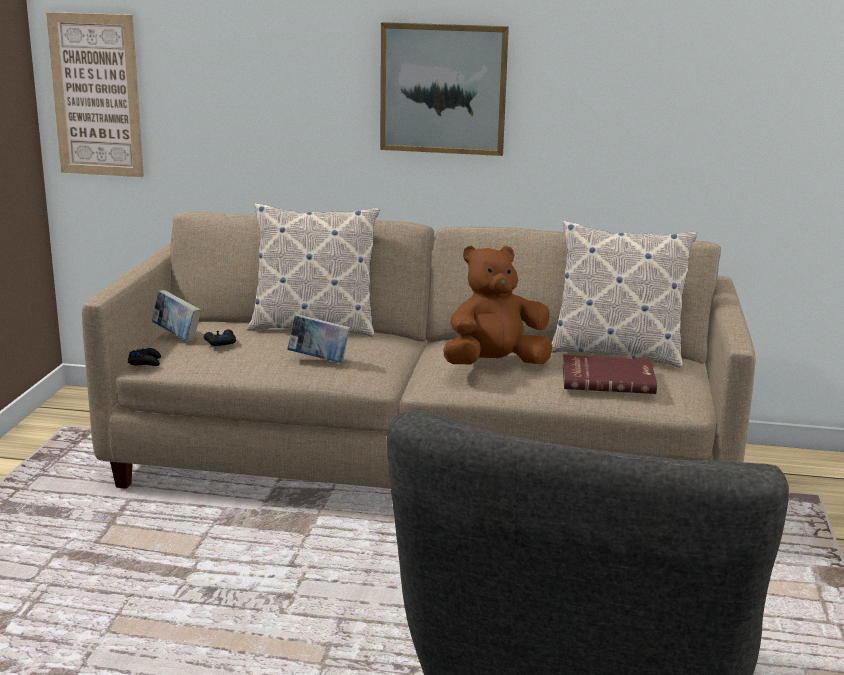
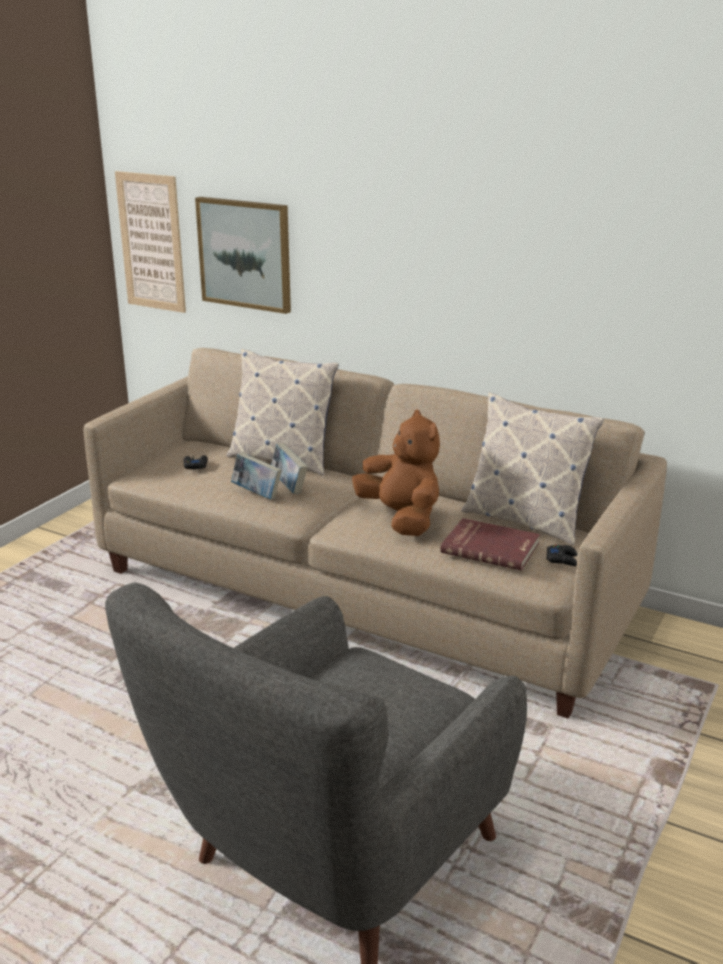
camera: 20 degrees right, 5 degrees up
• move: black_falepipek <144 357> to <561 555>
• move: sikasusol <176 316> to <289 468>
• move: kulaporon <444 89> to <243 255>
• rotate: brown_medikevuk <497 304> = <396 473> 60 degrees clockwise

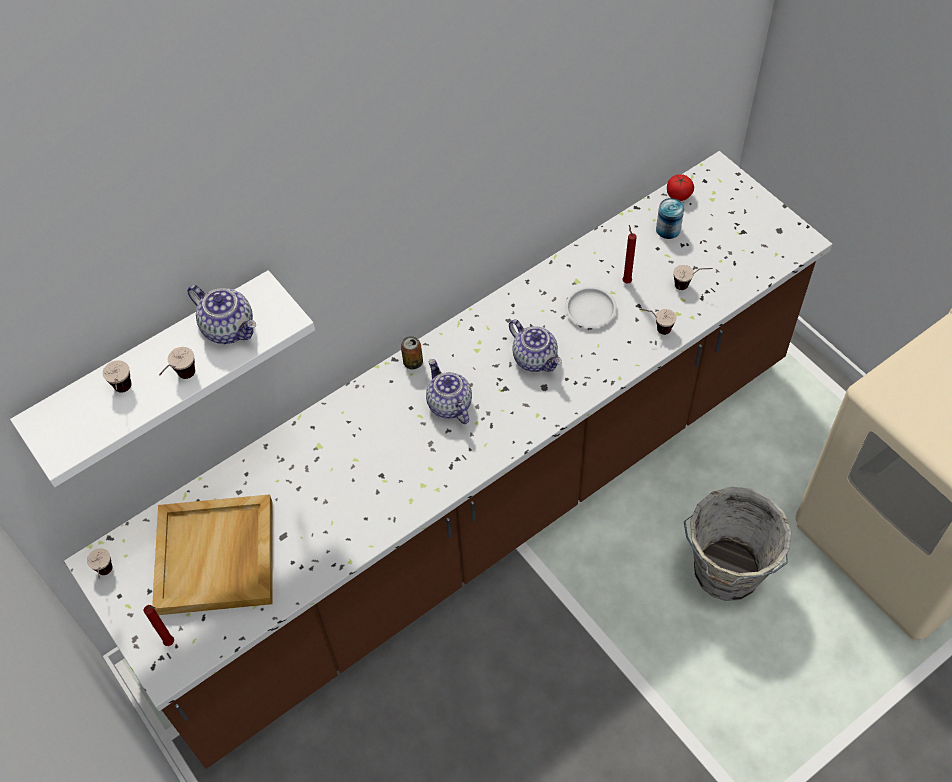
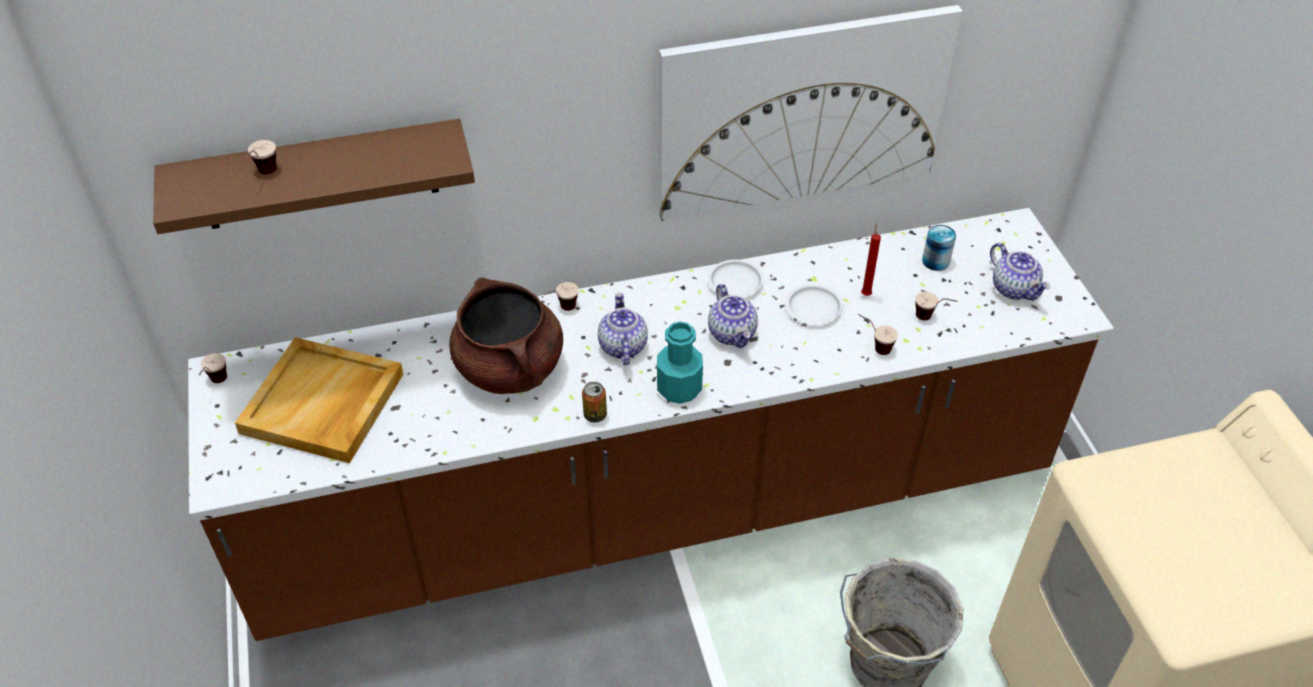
camera: 20 degrees right, 10 degrees down
• delete: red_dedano <158 625>
• delete: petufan <680 187>
• insert: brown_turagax <506 335>
• insert: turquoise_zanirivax <680 363>
• insert: kulaporon <811 113>
• insert: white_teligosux <736 278>
• move: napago <177 363> to <561 296>
• move: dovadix <221 314> to <1020 272>
• move: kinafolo <412 352> to <594 402>
• recolor: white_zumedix <162 378> to brown_zumedix <314 176>

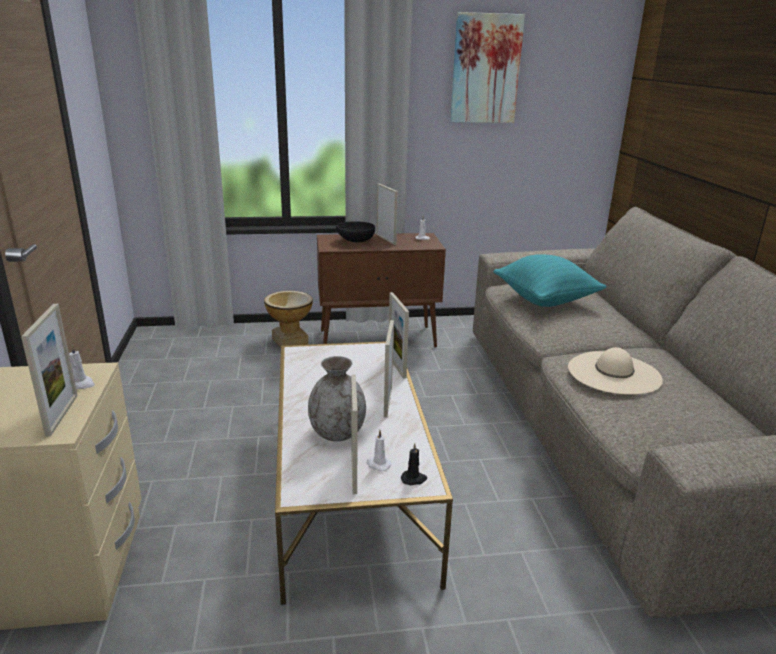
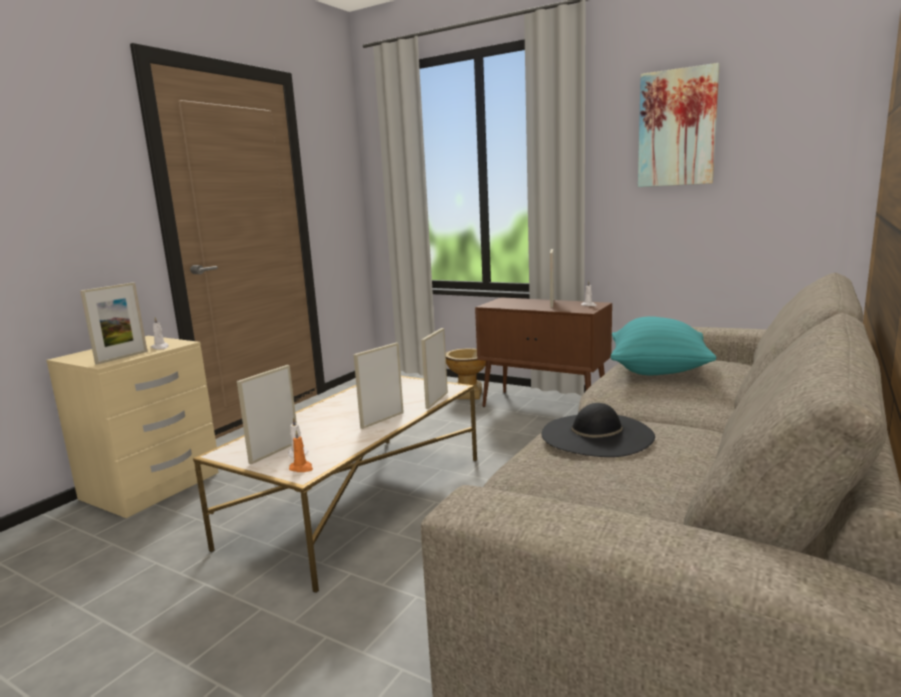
camera: 40 degrees right, 10 degrees down
• delete: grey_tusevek <337 398>
• delete: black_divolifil <355 231>
• recolor: black_dedano <414 464> to orange_dedano <301 451>
• recolor: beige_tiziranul <615 371> to black_tiziranul <598 430>

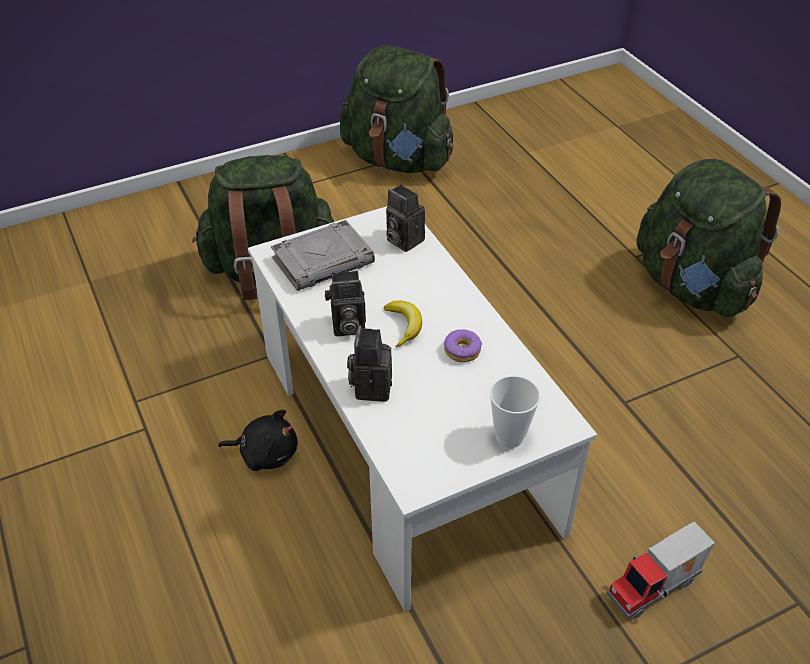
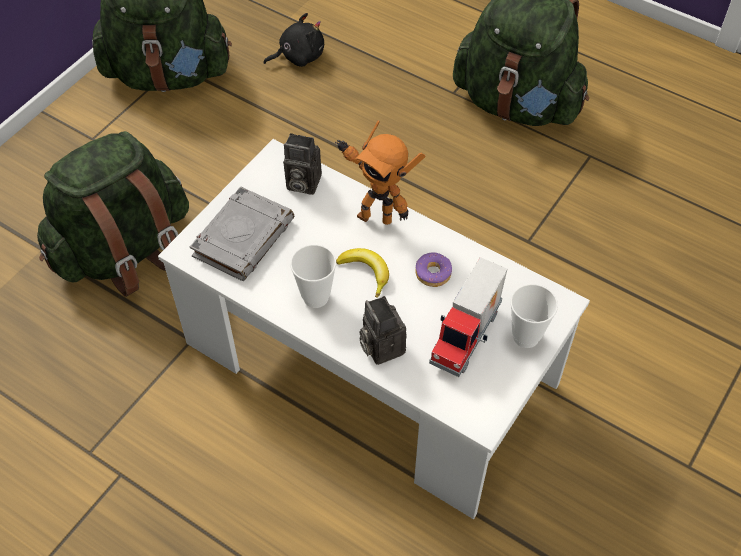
camera: 30 degrees left, 10 degrees up
• insert: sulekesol <380 173>
• move: black_medikevuk <258 440> to <293 40>
• move: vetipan <661 570> to <468 317>
• replace: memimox <345 303> to napago <313 276>

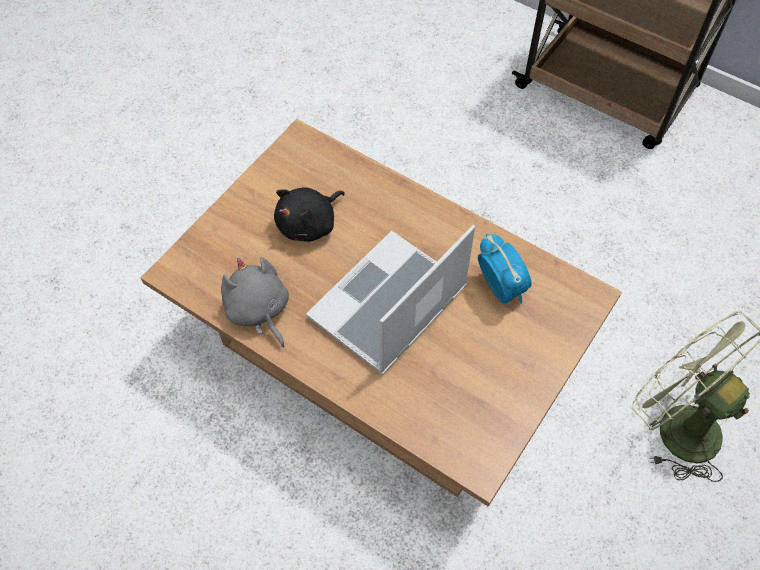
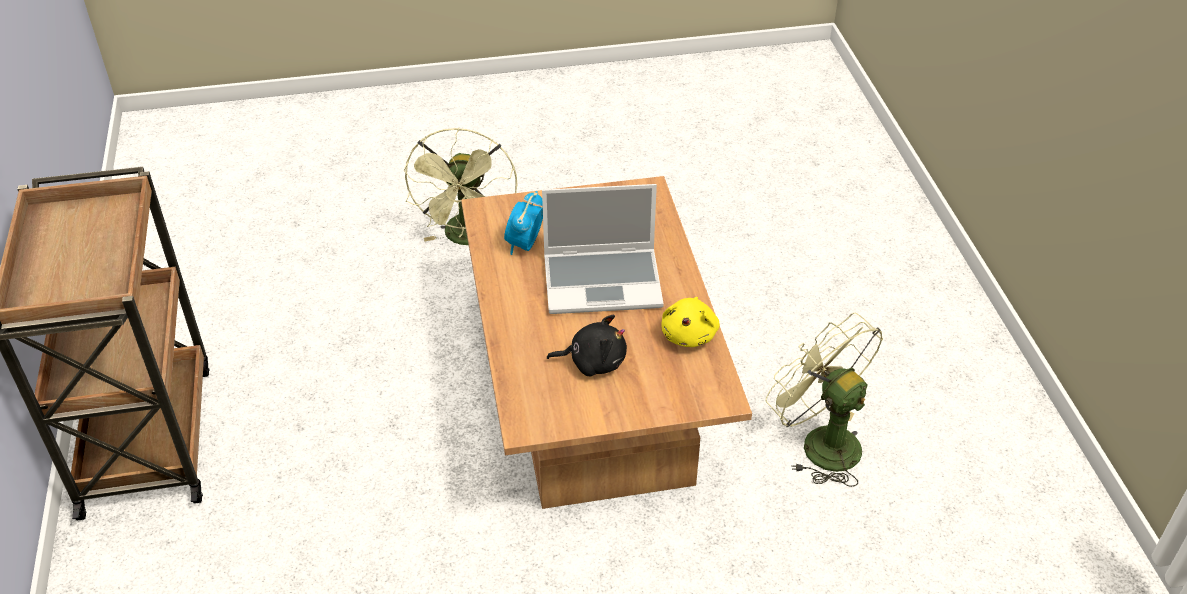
camera: 135 degrees left, 15 degrees down
• insert: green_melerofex <824 400>
• recolor: grey_medikevuk <255 302> to yellow_medikevuk <690 322>

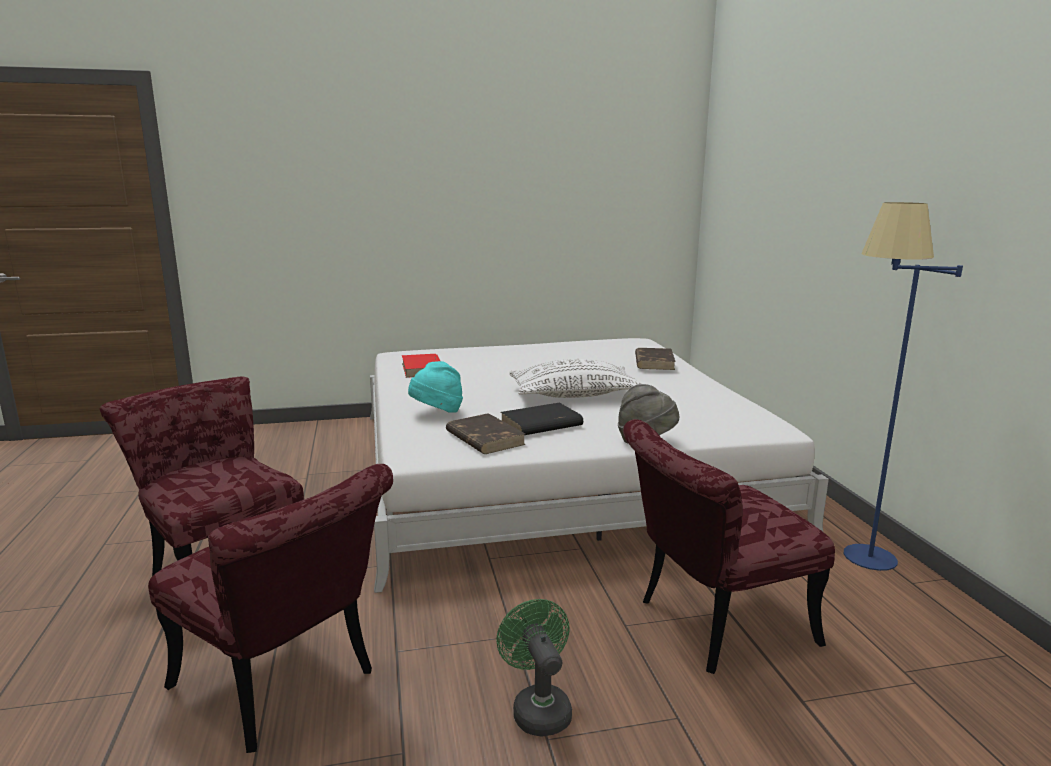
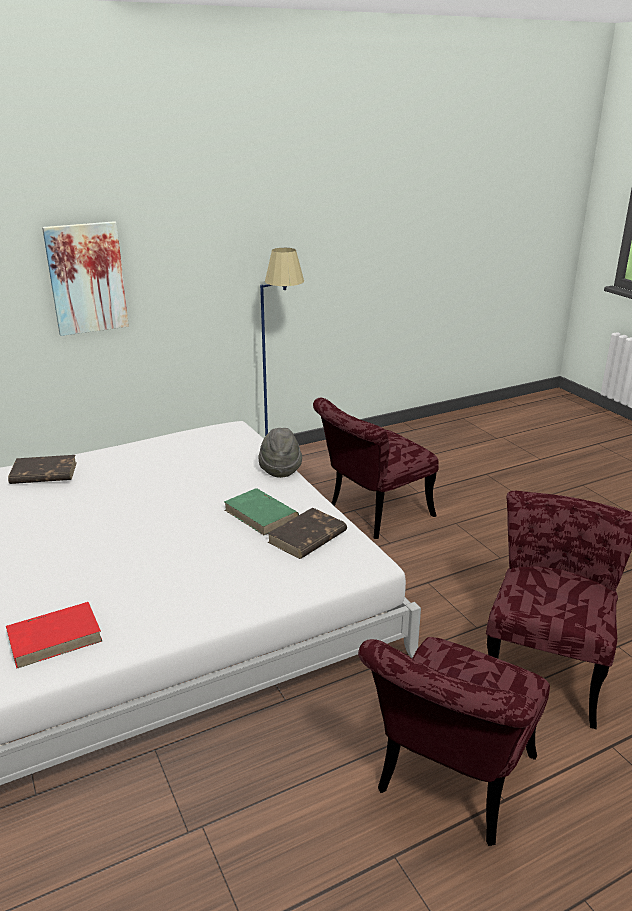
camera: 105 degrees left, 10 degrees up
• delete: turquoise_tiziranul <435 387>
• delete: green_melerofex <534 668>
• delete: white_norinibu <575 378>
• insert: kulaporon <85 278>
• recolor: black_sikasusol <542 419> to green_sikasusol <261 511>
• rotate: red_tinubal <729 546> = <376 468> 90 degrees clockwise

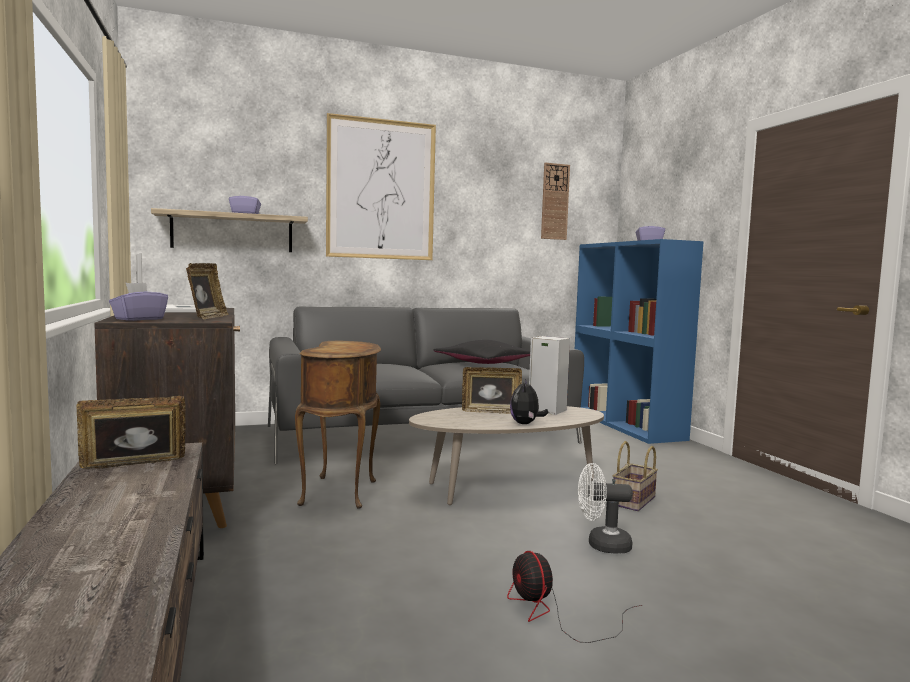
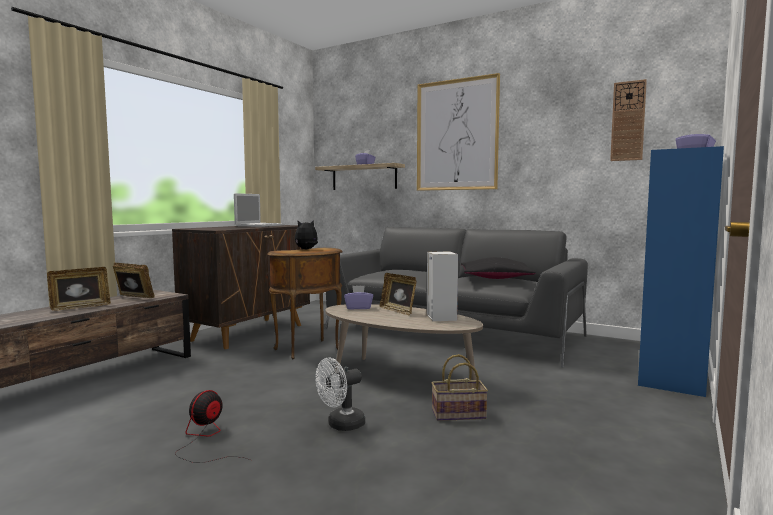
camera: 50 degrees right, 0 degrees up
• move: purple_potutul <138 302> to <358 297>
• move: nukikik <207 291> to <79 289>
• move: medikevuk <529 401> to <306 234>
• rotate: white_melerofex <605 508> = <340 394> 90 degrees counterclockwise

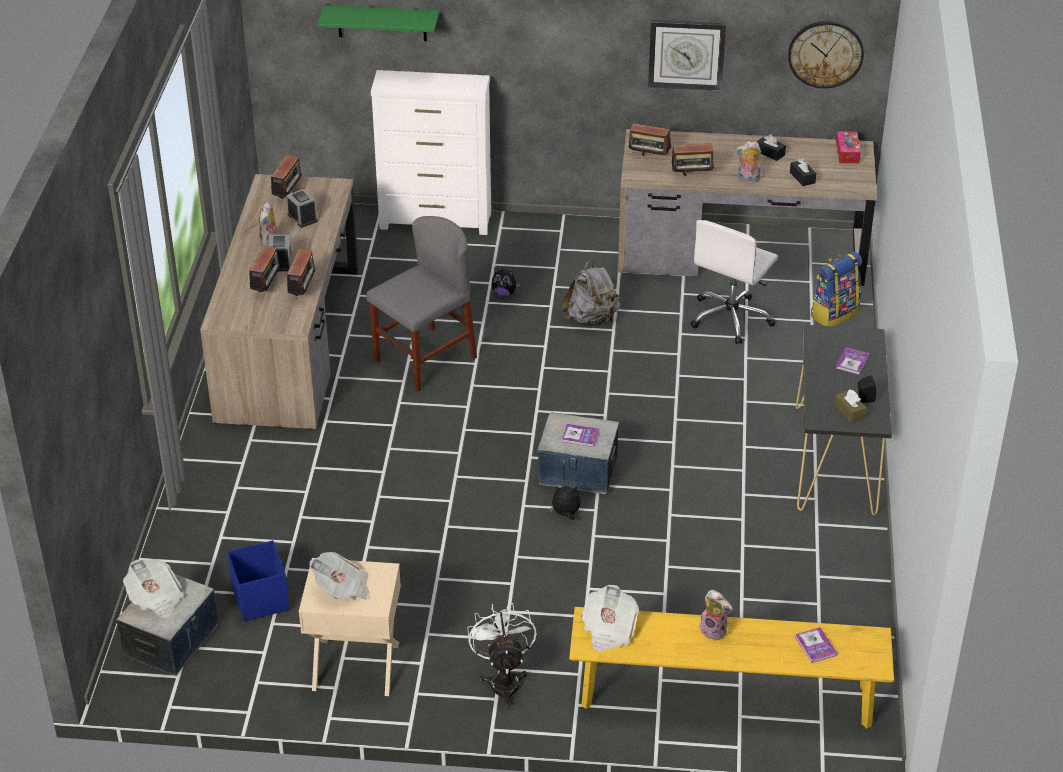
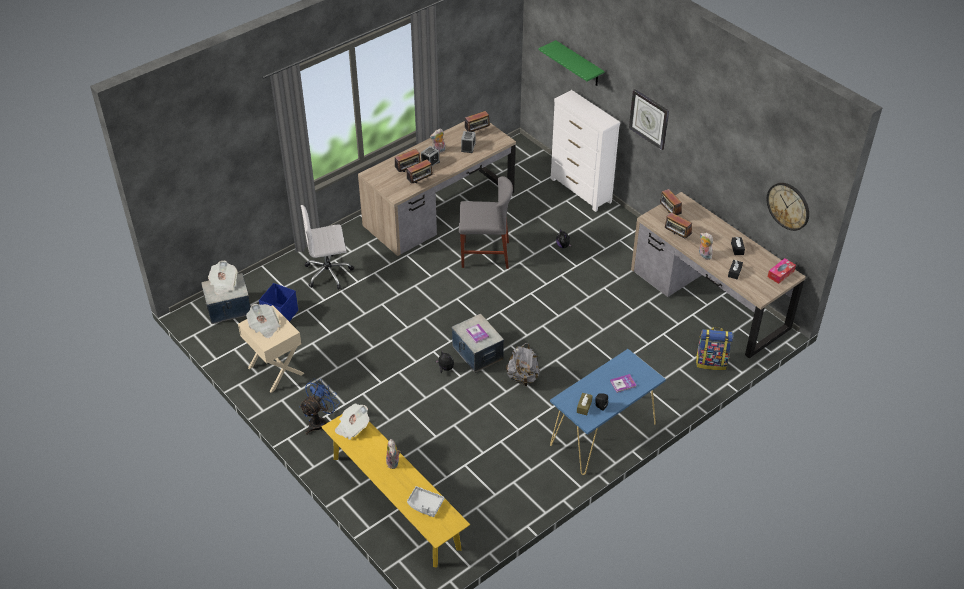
camera: 45 degrees right, 5 degrees up
• move: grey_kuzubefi <591 293> to <523 364>
• move: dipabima <687 55> to <649 119>
• move: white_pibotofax <734 282> to <327 247>
• replace: sikasusol <816 645> to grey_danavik <425 501>
• recolor: white_melerofex <501 655> to blue_melerofex <319 406>
• recolor: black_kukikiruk <844 420> to blue_kukikiruk <608 412>

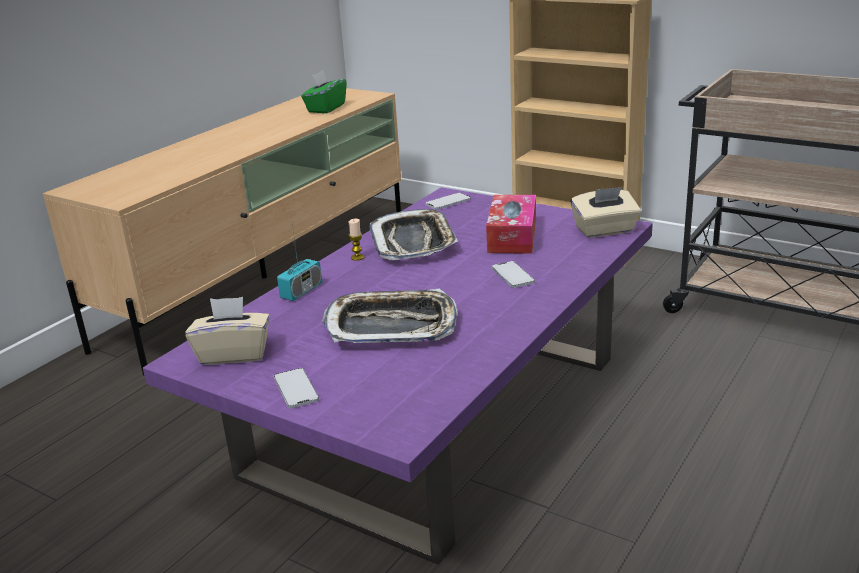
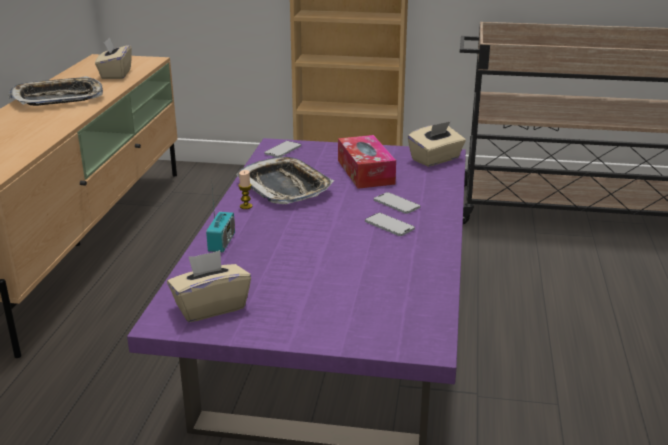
camera: 25 degrees left, 0 degrees up
• move: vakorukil <296 388> to <390 224>
• move: danavik <390 316> to <55 91>
• recolor: green_potutul <324 91> to beige_potutul <113 58>

